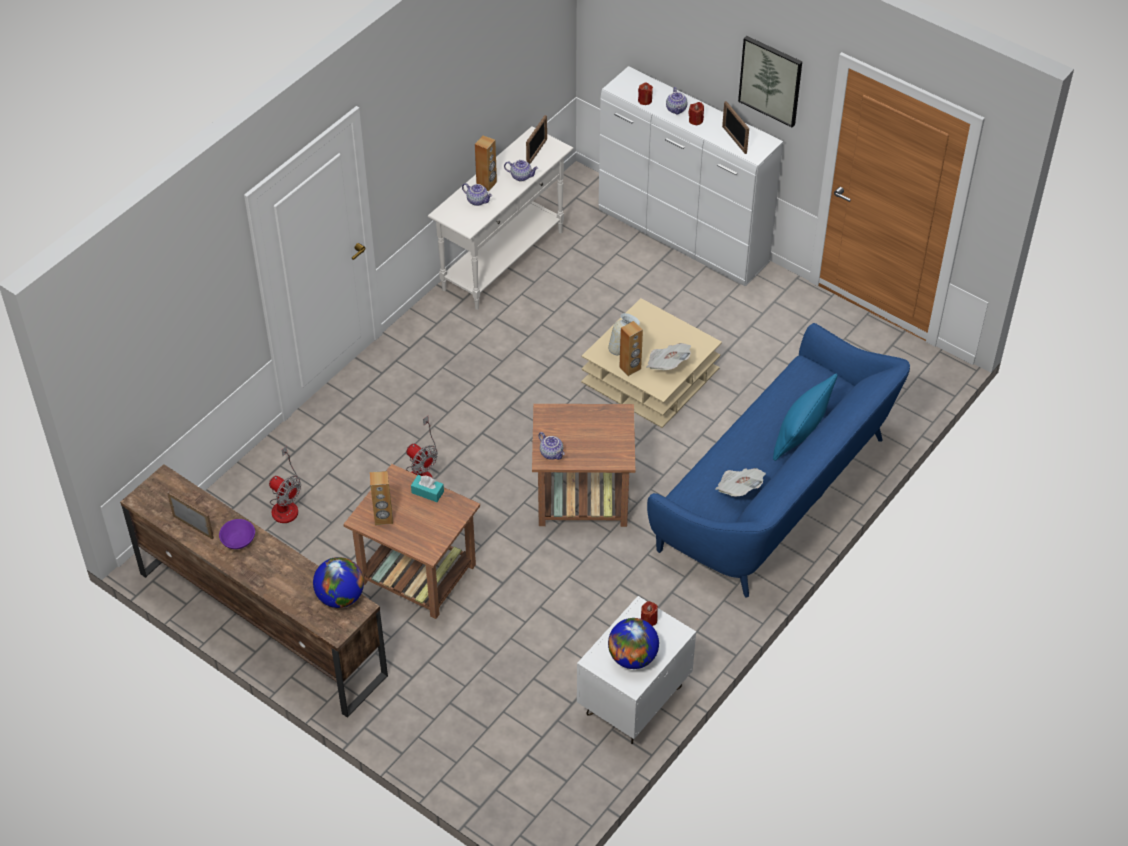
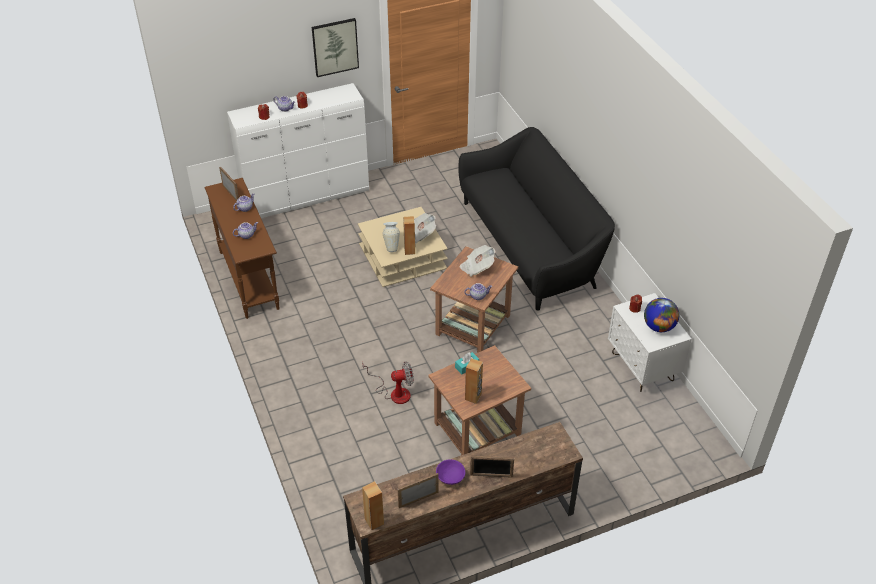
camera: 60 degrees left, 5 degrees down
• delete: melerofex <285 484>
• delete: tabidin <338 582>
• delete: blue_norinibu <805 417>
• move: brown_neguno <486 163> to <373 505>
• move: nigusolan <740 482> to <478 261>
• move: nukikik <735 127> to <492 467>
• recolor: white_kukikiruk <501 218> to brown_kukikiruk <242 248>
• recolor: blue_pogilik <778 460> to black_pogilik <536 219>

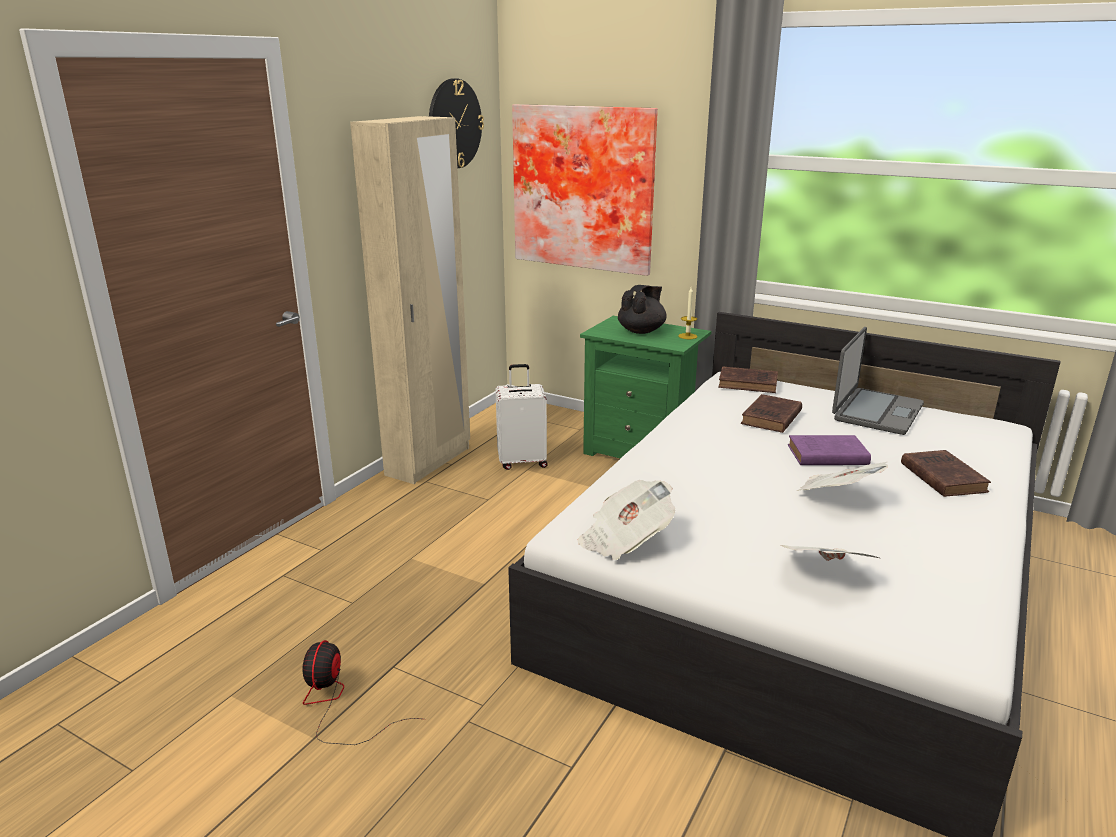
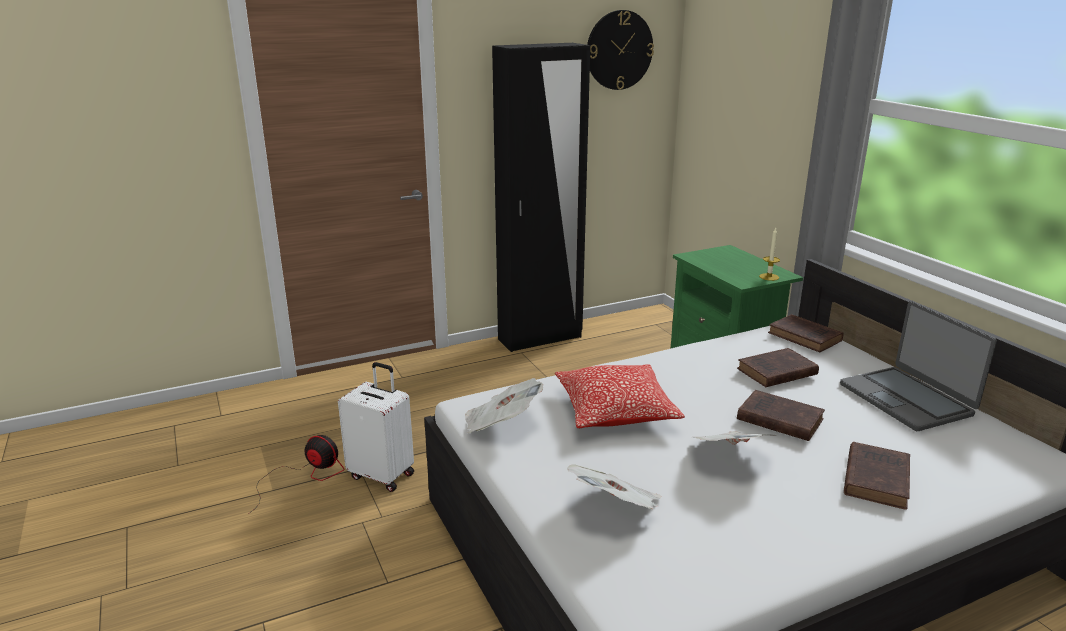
camera: 35 degrees right, 0 degrees up
• delete: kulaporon <585 190>
• delete: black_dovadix <642 309>
• insert: norinibu <620 396>
• move: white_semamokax <521 417> to <376 427>
• recolor: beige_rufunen <410 300> to black_rufunen <541 197>
• recolor: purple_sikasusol <829 450> to brown_sikasusol <781 415>
• rotate: melerofex <362 692> = <297 474> 75 degrees clockwise
• rotate: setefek <878 381> = <918 366> 90 degrees clockwise

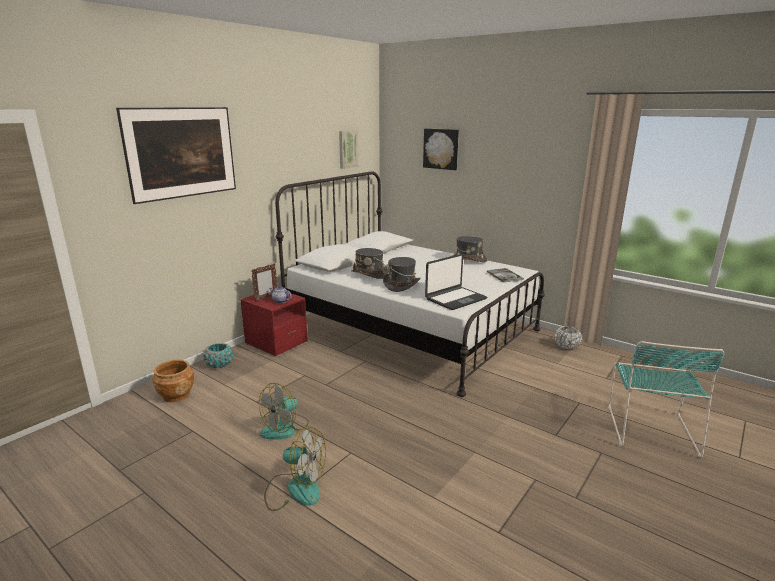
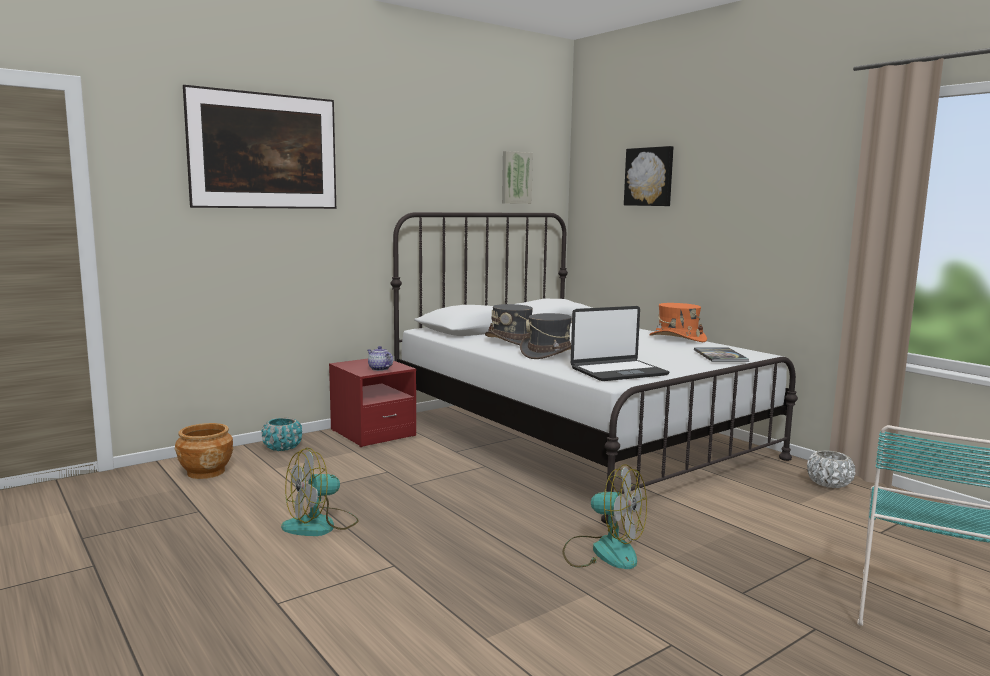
camera: 15 degrees right, 10 degrees down
• delete: nukikik <264 282>
• move: melerofex <295 468> to <604 517>
• recolor: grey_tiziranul <470 249> to orange_tiziranul <678 322>

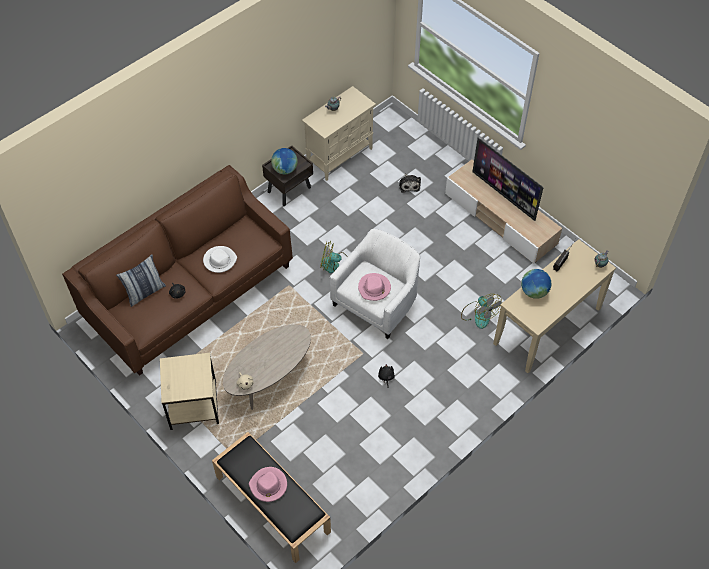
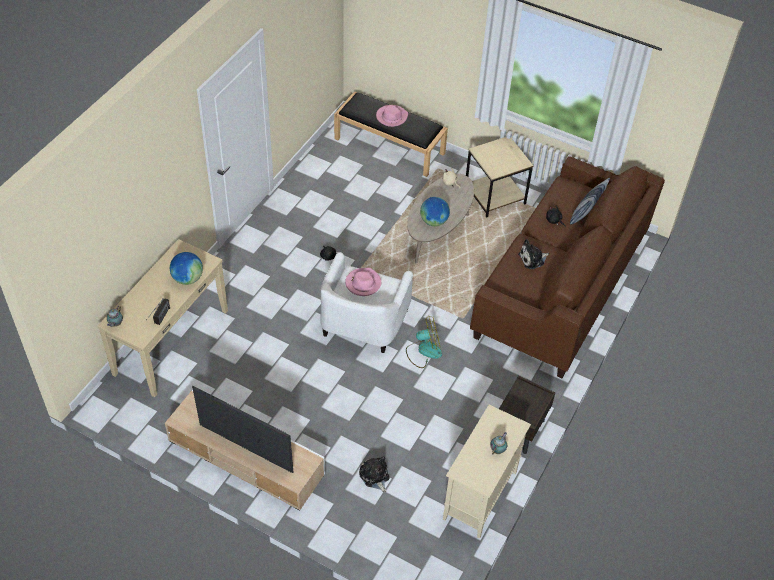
camera: 160 degrees right, 5 degrees down
• delete: melerofex <481 311>
• move: tabidin <284 161> to <435 211>
• replace: white_tiziranul <220 259> to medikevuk <533 254>

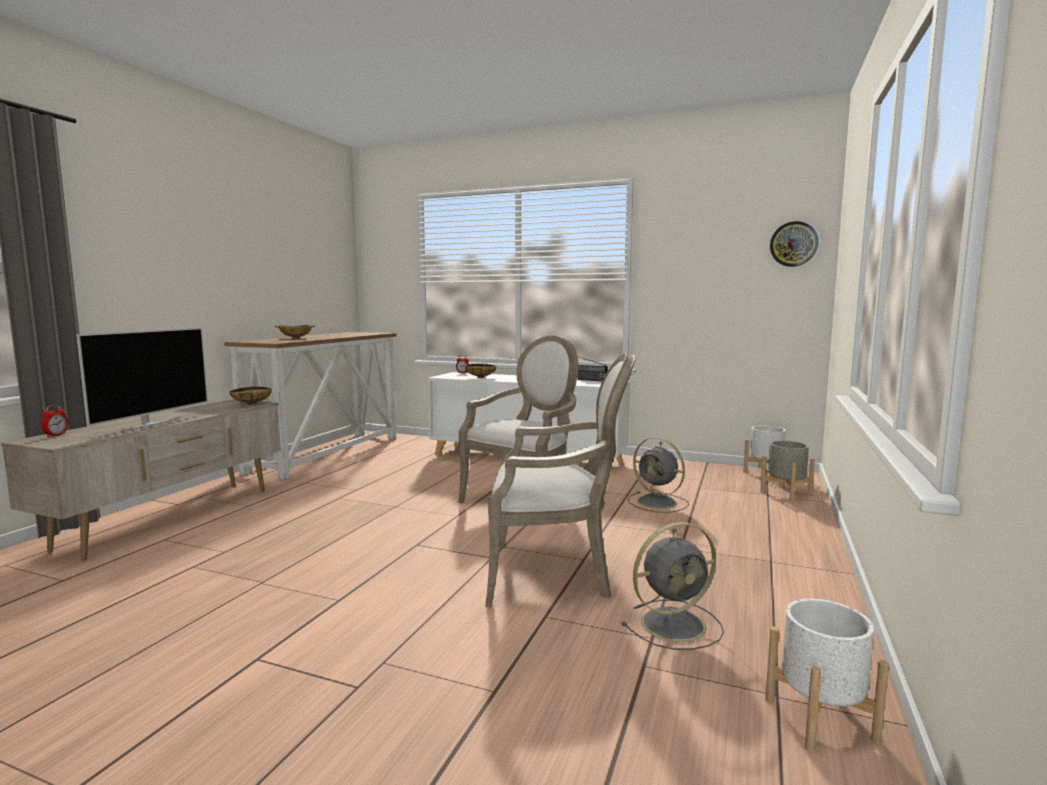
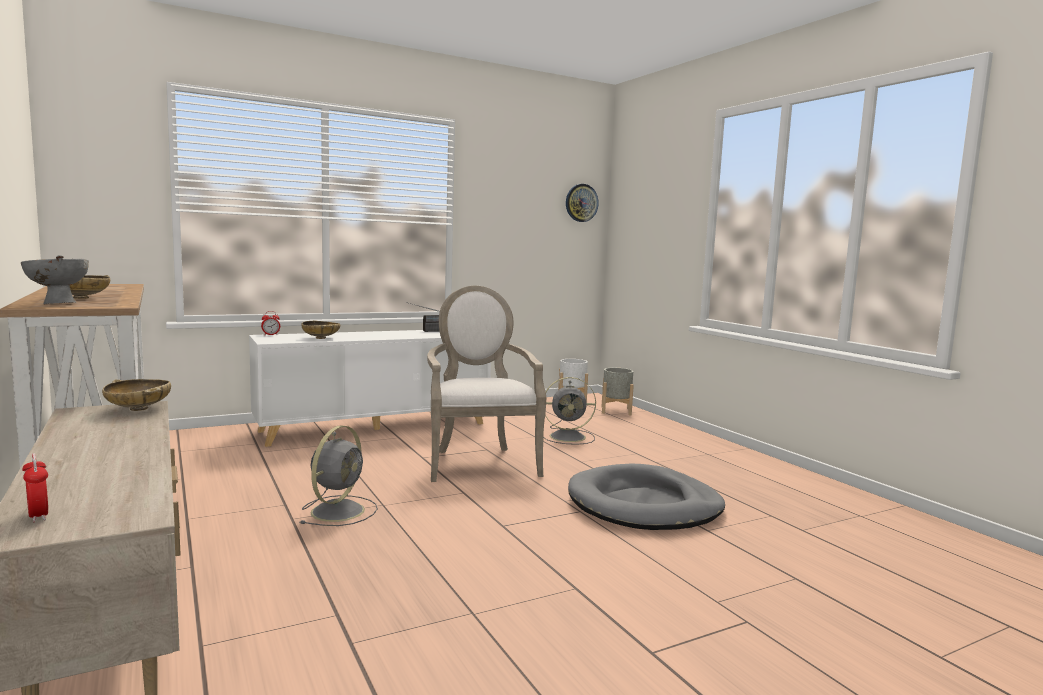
camera: 50 degrees left, 0 degrees up
• delete: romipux <142 380>
• delete: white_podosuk <827 675>
• insert: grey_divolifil <55 279>
• move: grey_melerofex <672 586> to <339 475>
• replace: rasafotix <560 480> to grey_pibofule <646 496>

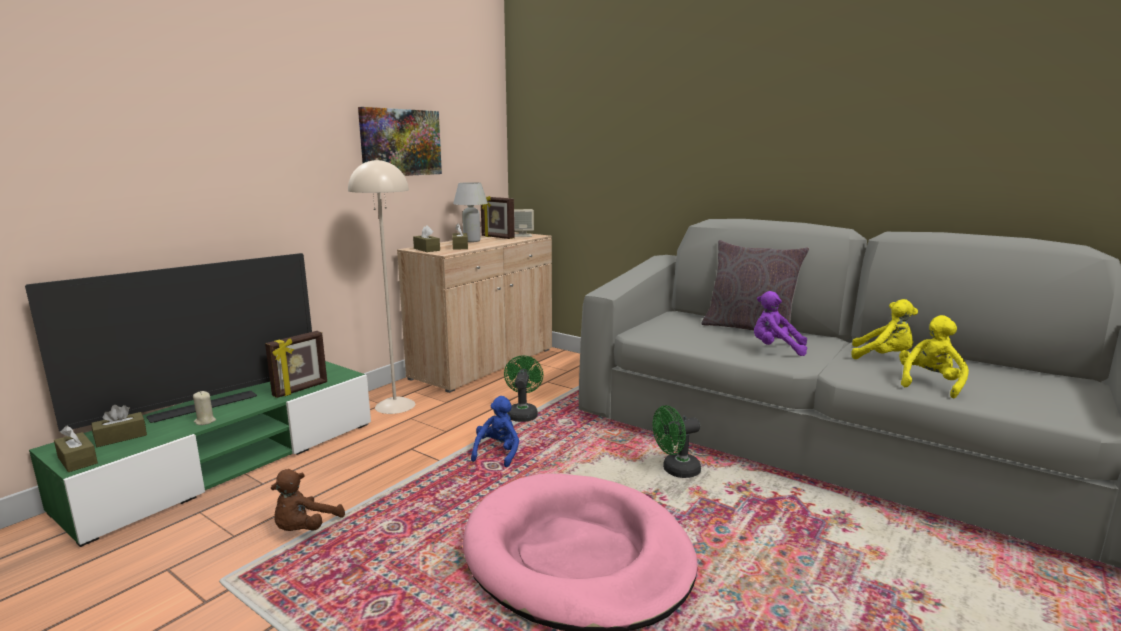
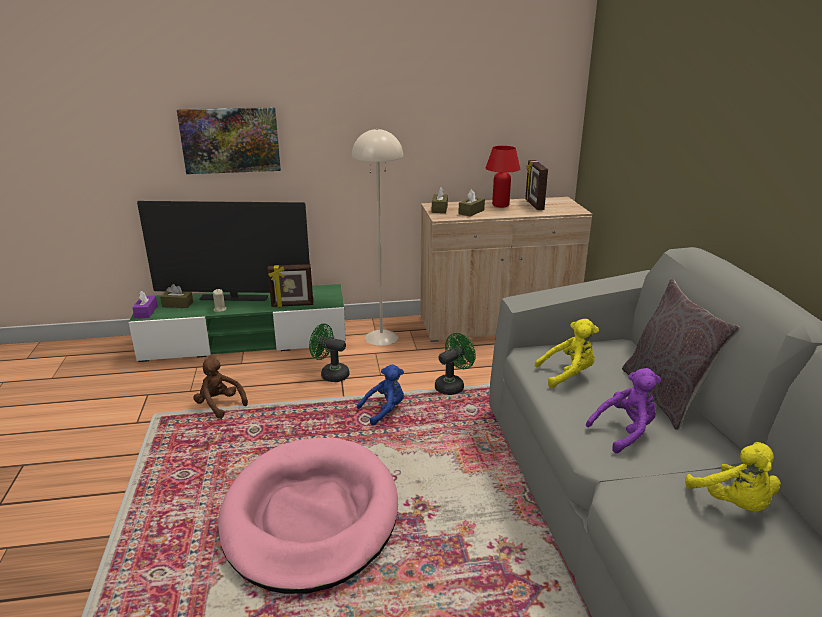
camera: 45 degrees right, 10 degrees up
• delete: beige_neguno <524 223>
• move: kulaporon <400 141> to <229 140>
• move: green_melerofex <677 441> to <329 352>
• move: yellow_medikevuk <934 357> to <567 353>
• recolor: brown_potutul <76 449> to purple_potutul <145 304>
• recolor: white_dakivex <470 212> to red_dakivex <503 177>
• rotate: brown_medikevuk <308 500> = <220 388> 60 degrees clockwise
• rotate: purple_medikevuk <780 323> = <623 410> 90 degrees clockwise

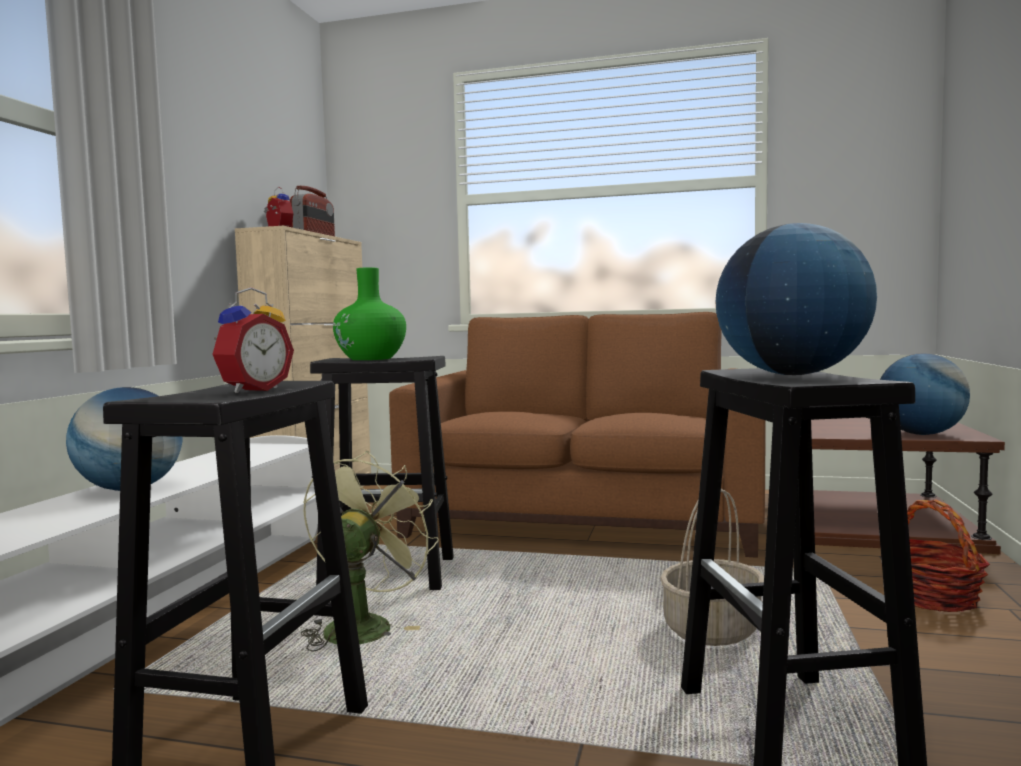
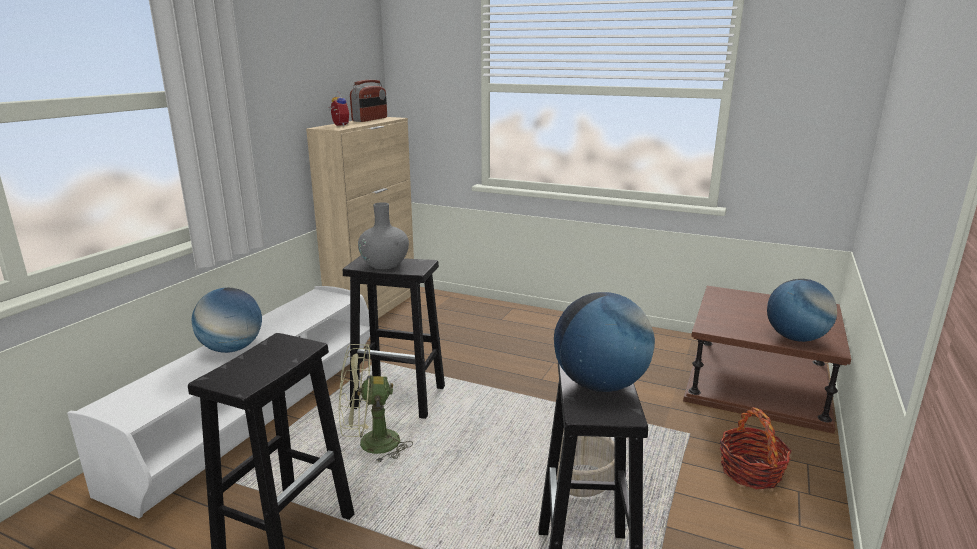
camera: 10 degrees right, 15 degrees up
• delete: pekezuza <253 340>
• delete: brown_pogilik <577 435>
• recolor: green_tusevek <369 313> to grey_tusevek <383 235>
• rotate: green_melerofex <370 551> = <376 403> 135 degrees counterclockwise

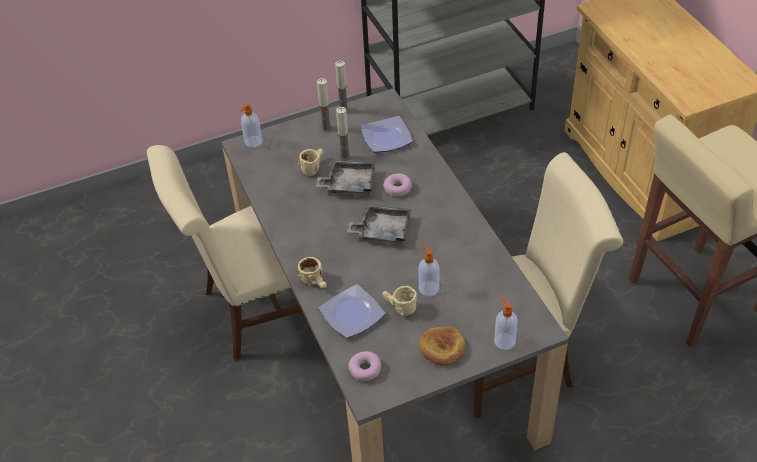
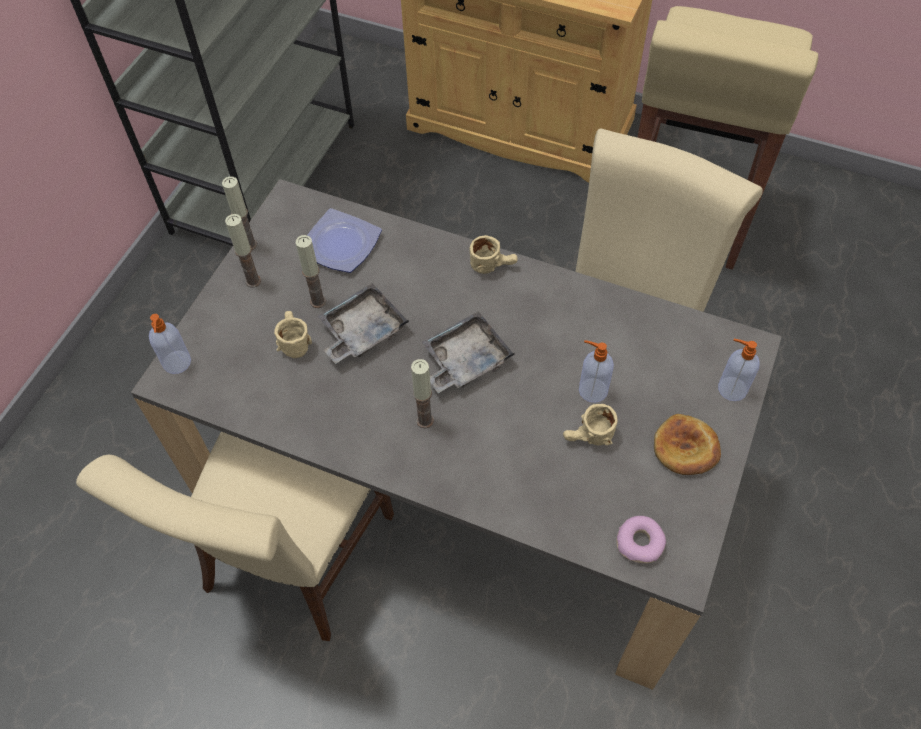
camera: 45 degrees left, 10 degrees up
• delete: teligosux <352 311>
• delete: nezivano <397 184>
• insert: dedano <422 394>
• move: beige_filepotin <312 273> to <494 254>

